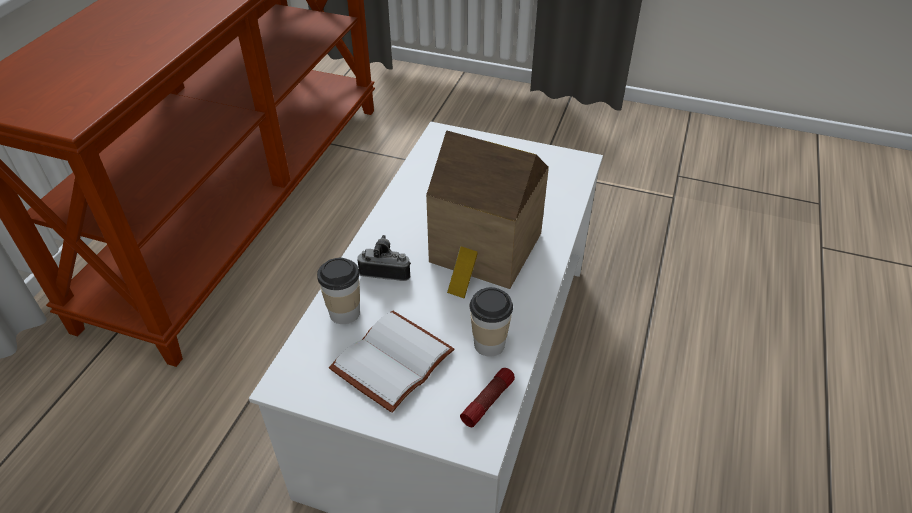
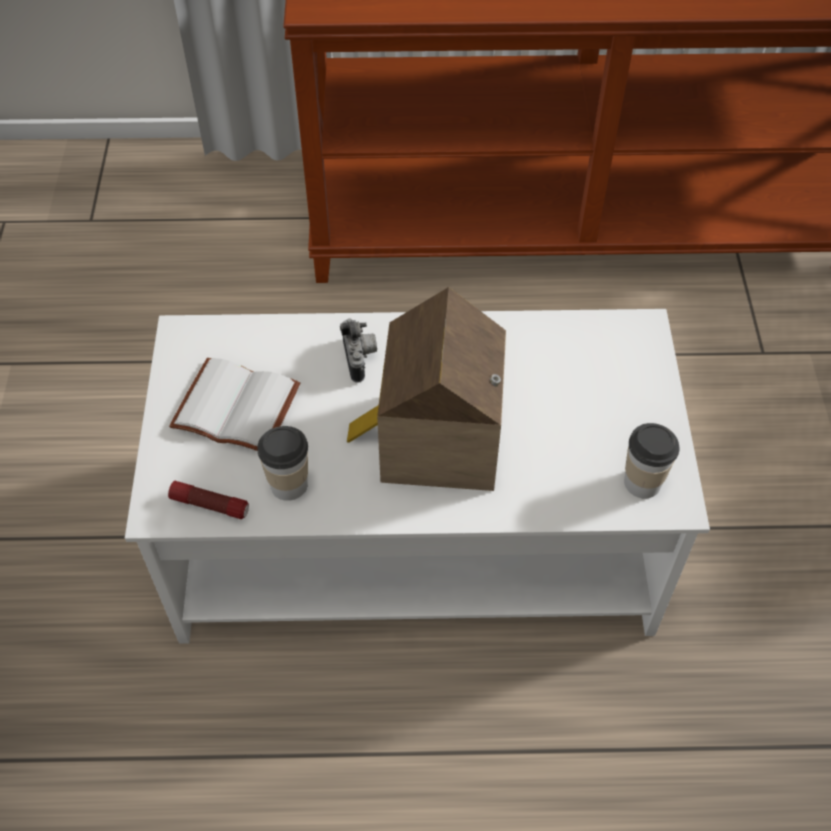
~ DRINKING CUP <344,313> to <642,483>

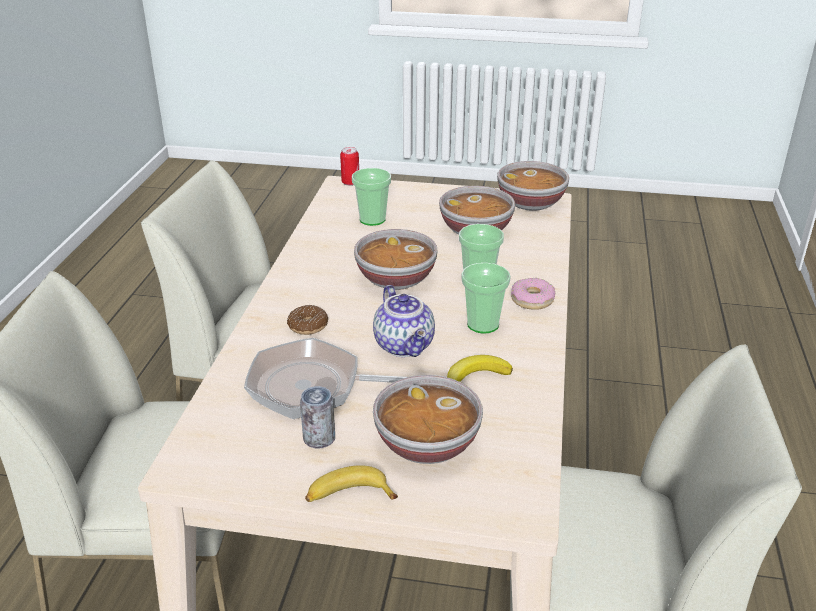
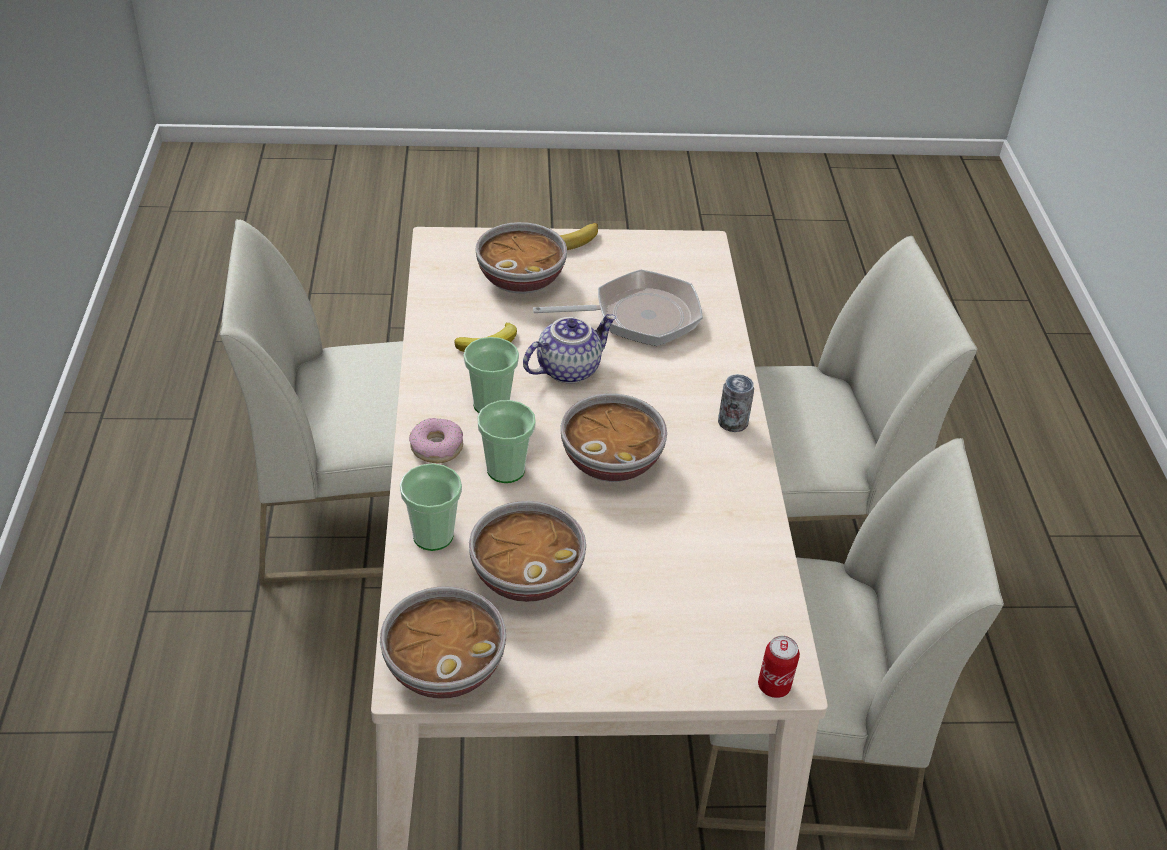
~ DRINKING CUP <372,219> to <433,536>
~ TEAPOT <405,345> = <568,368> 90 degrees clockwise
~ CAN <319,439> to <732,423>
- RING DOUGHNUT <308,326>

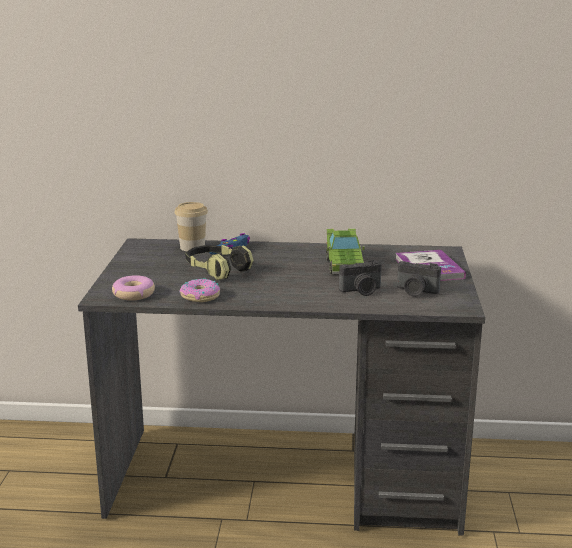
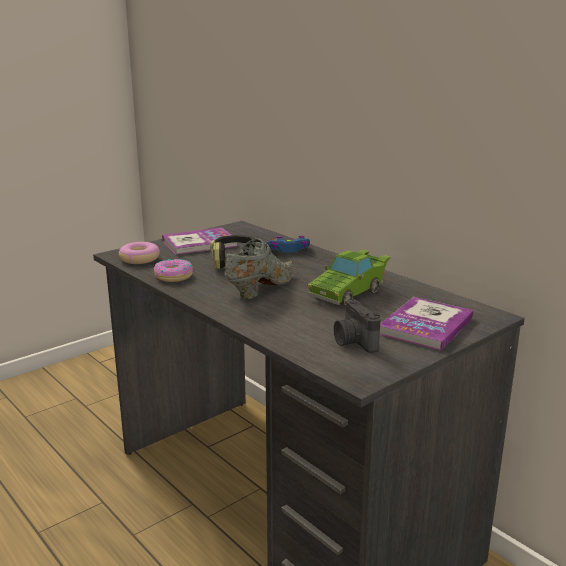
+ VOLUME <199,243>
+ GREYISH LOW SHOE <259,289>
- DRINKING CUP <192,247>
- STILL CAMERA <362,291>

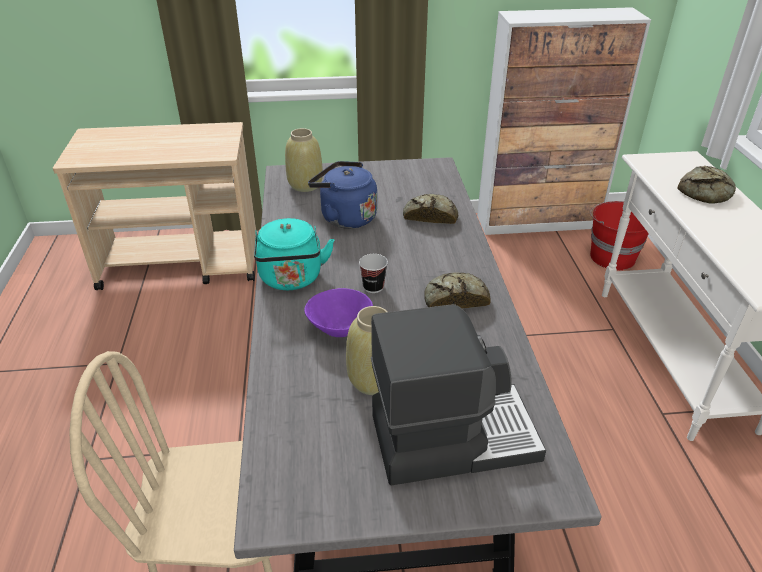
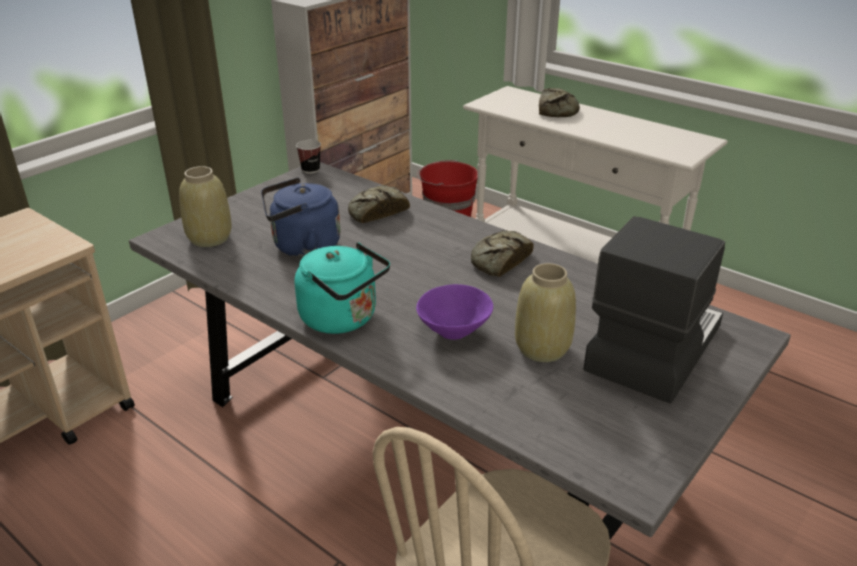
~ DRINKING CUP <373,287> to <310,170>

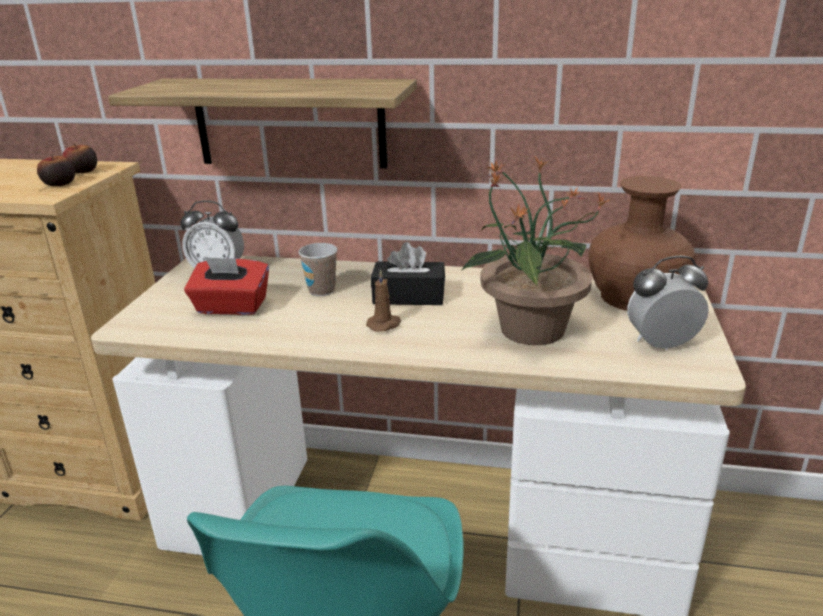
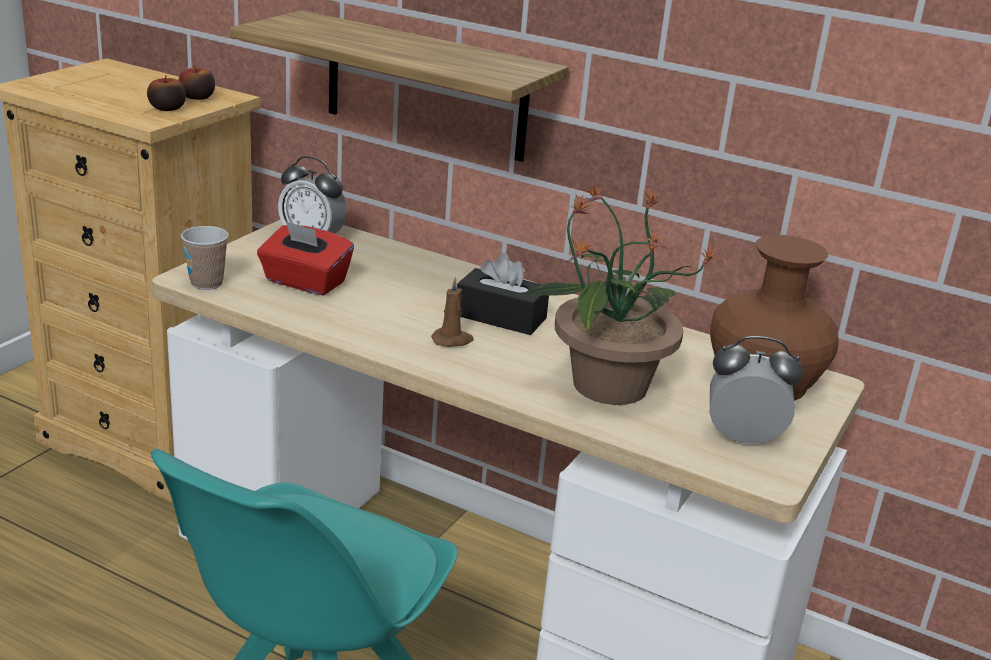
~ DRINKING CUP <321,290> to <206,283>

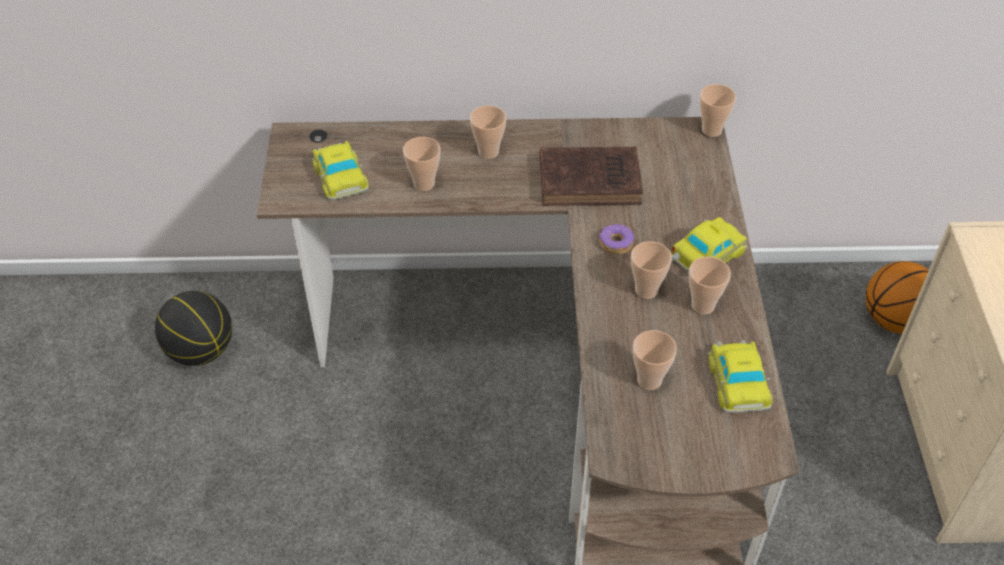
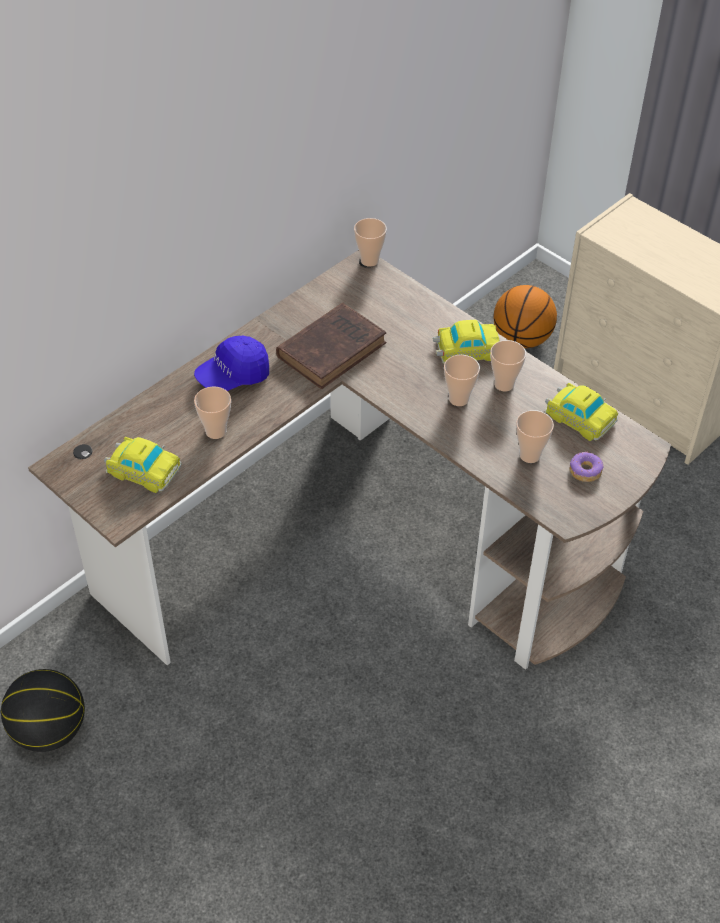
~ DRINKING CUP <488,152> to BLUE CAP <233,376>
~ TOY CAR <706,255> = <466,349> 75 degrees clockwise
~ RING DOUGHNUT <615,243> to <585,471>

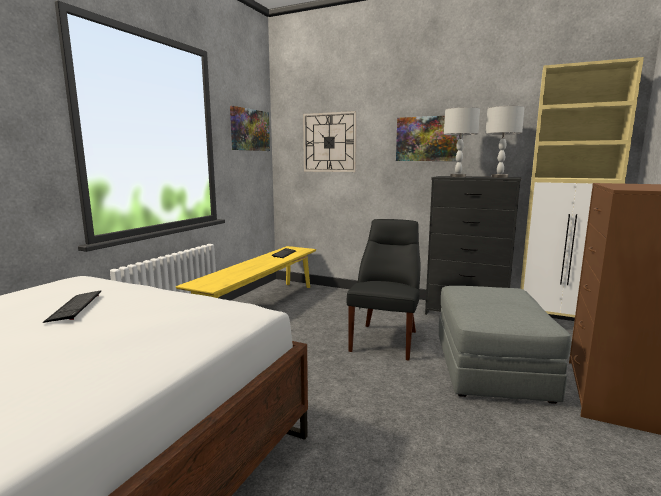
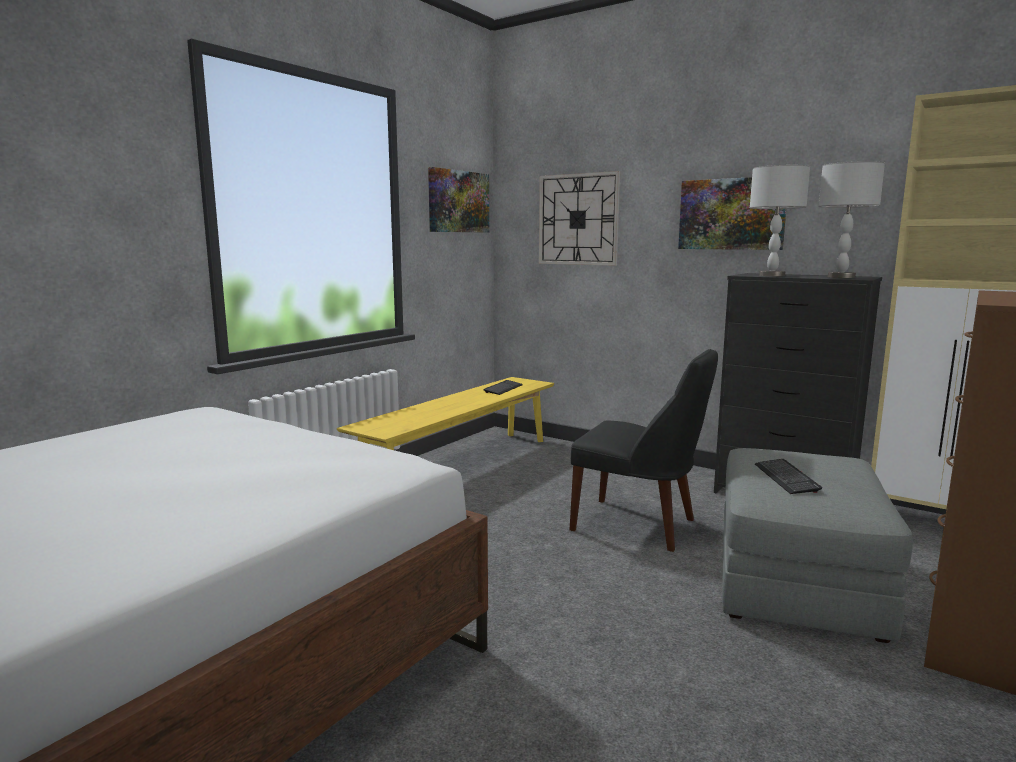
~ BLACK-COLOURED UPRIGHT CHAIR <385,339> = <639,526> 90 degrees clockwise
~ PC KEYBOARD <75,307> to <786,478>

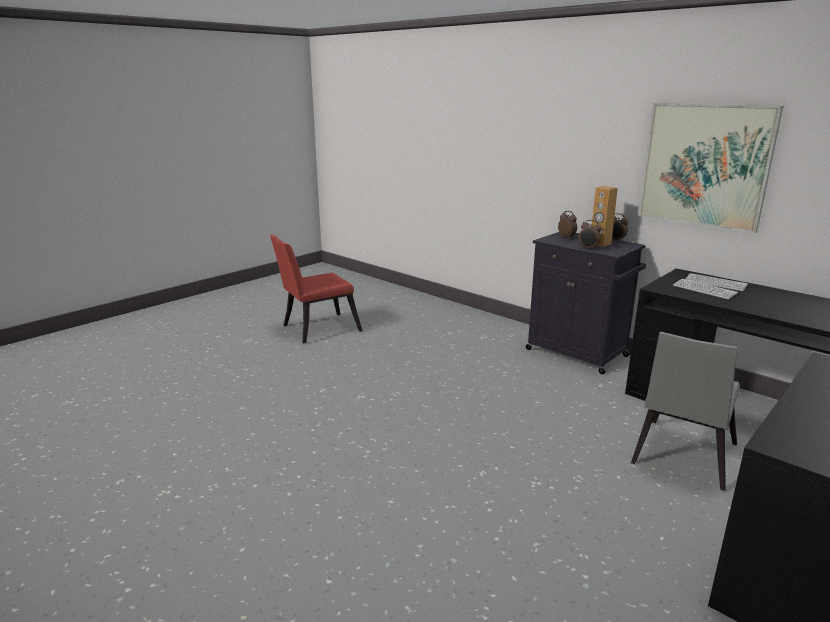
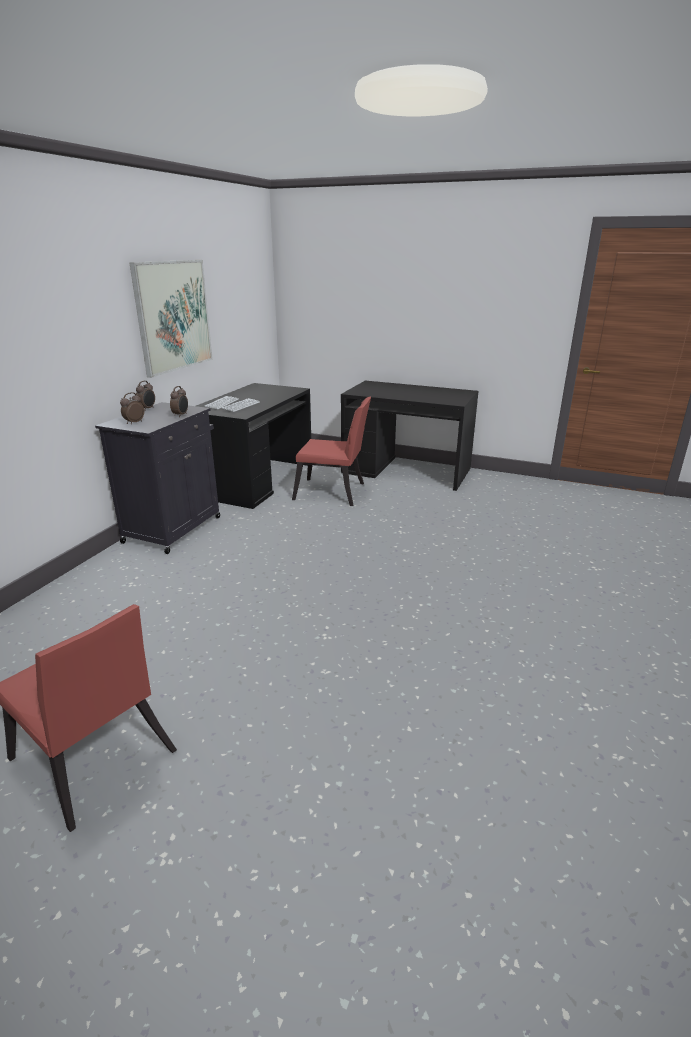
~ GREYISH UPRIGHT CHAIR <681,456> to REDDISH UPRIGHT CHAIR <333,493>
- BROWN-COLOURED AUDIO SPEAKER <600,244>

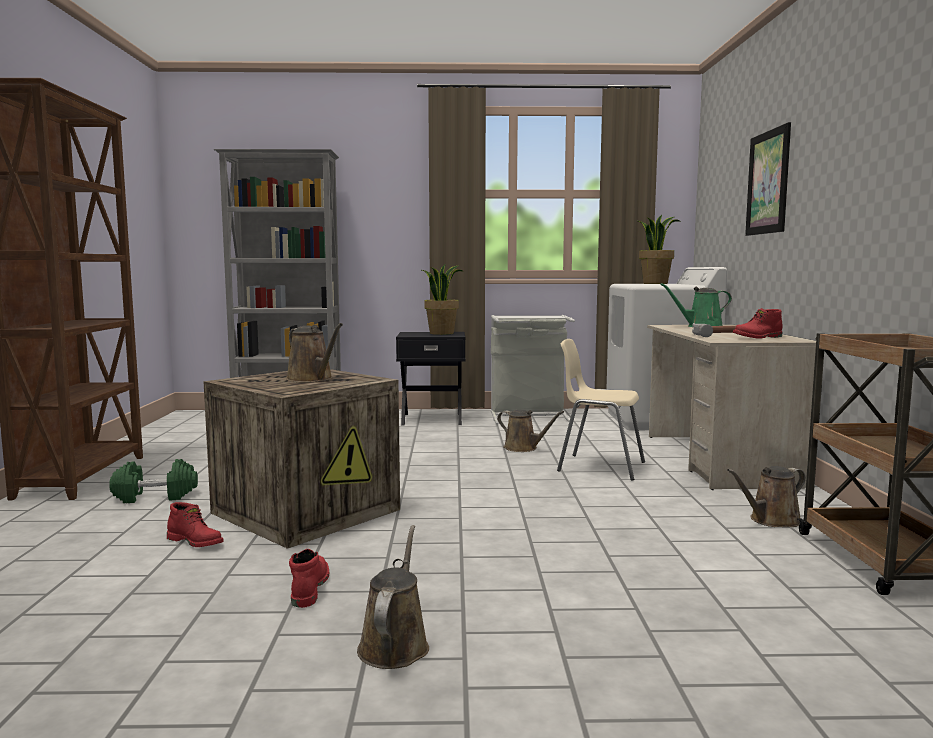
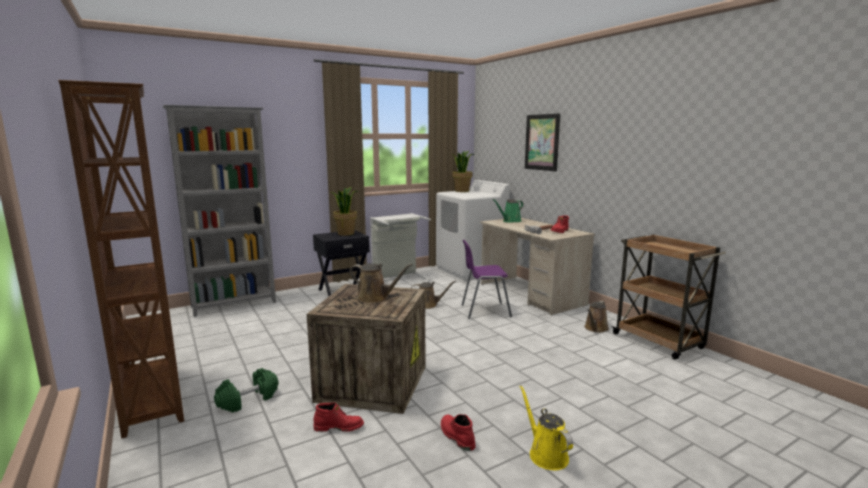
~ BEIGE-COLOURED UPRIGHT CHAIR <599,466> to PURPLE-COLOURED UPRIGHT CHAIR <484,310>
~ BROWN-COLOURED SPRINKLING CAN <395,644> to YELLOW SPRINKLING CAN <546,454>

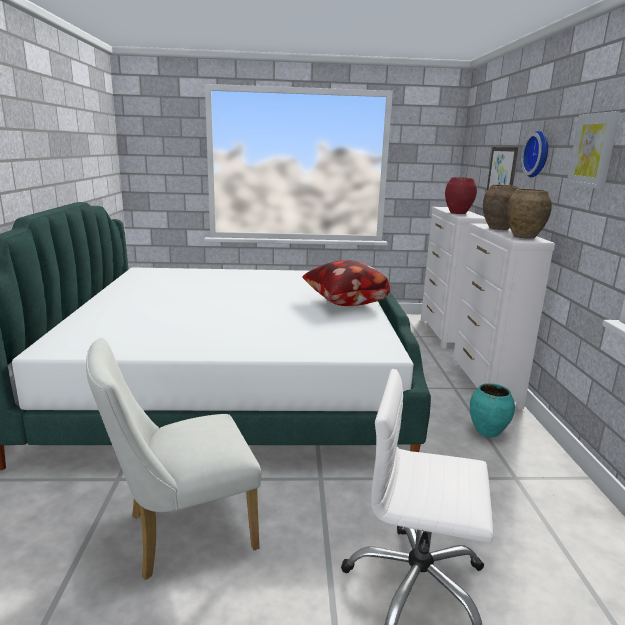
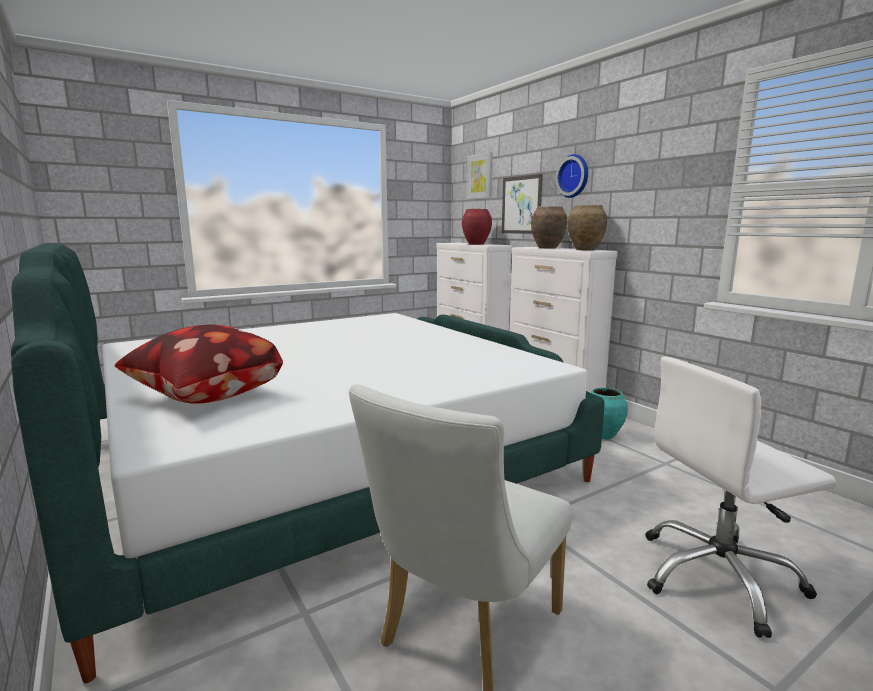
~ PILLOW <344,303> to <205,399>
~ WALL ART <593,150> to <480,176>

